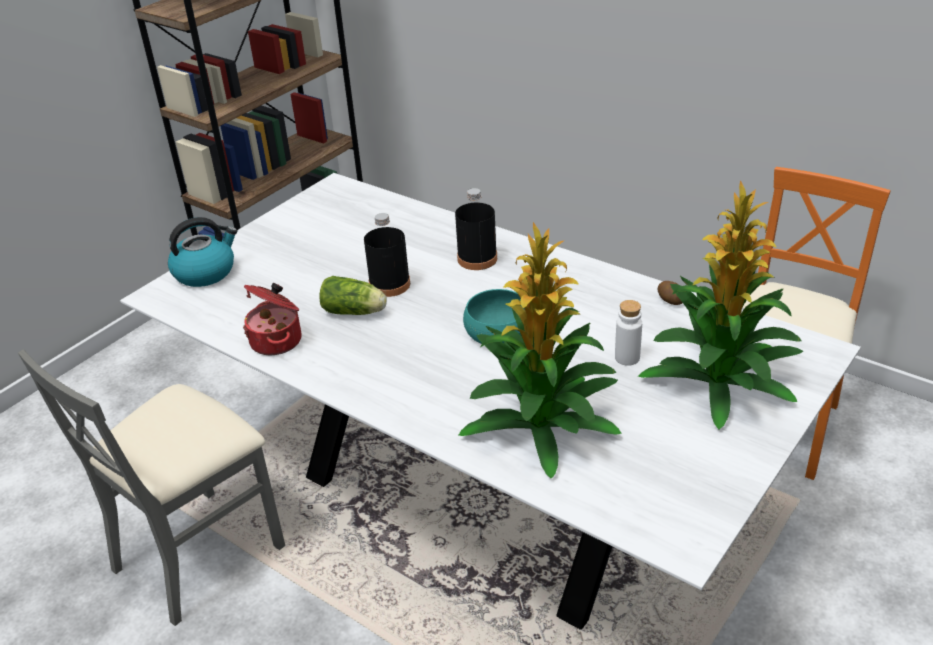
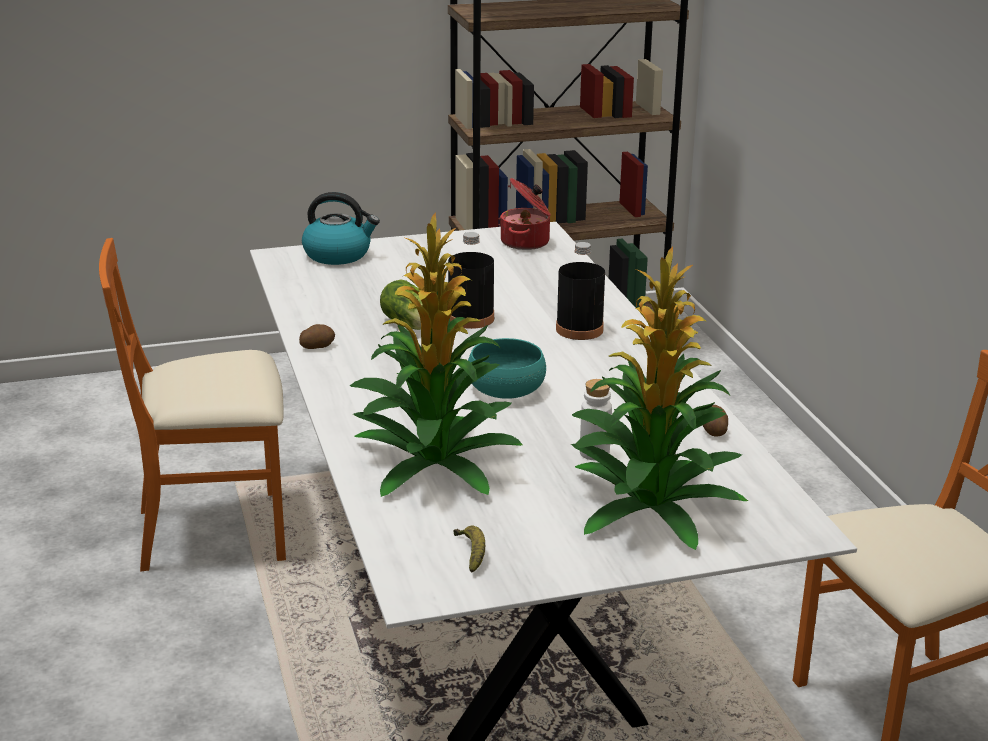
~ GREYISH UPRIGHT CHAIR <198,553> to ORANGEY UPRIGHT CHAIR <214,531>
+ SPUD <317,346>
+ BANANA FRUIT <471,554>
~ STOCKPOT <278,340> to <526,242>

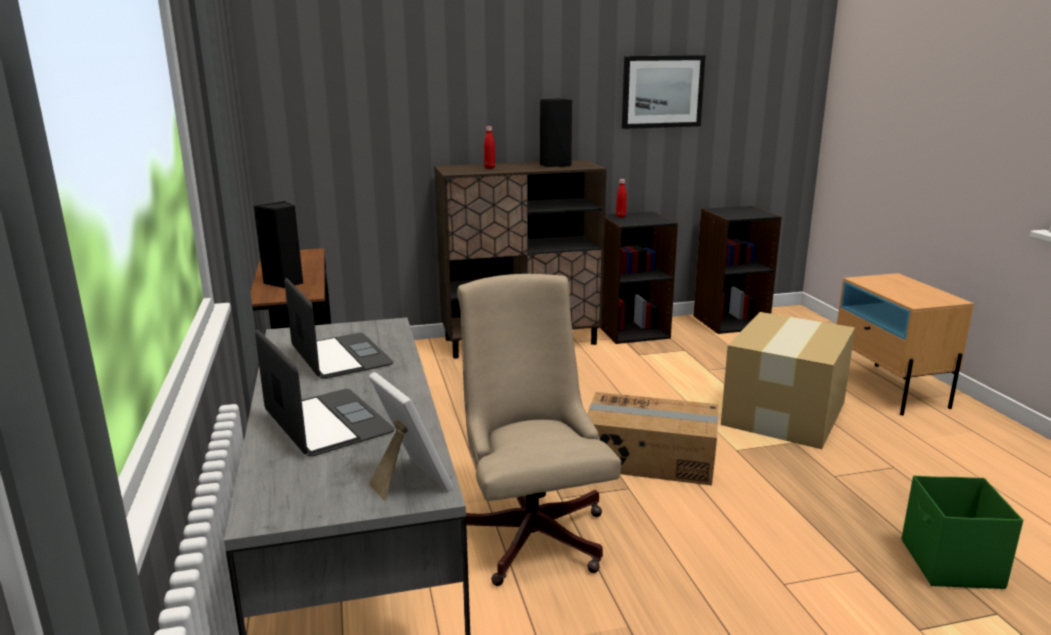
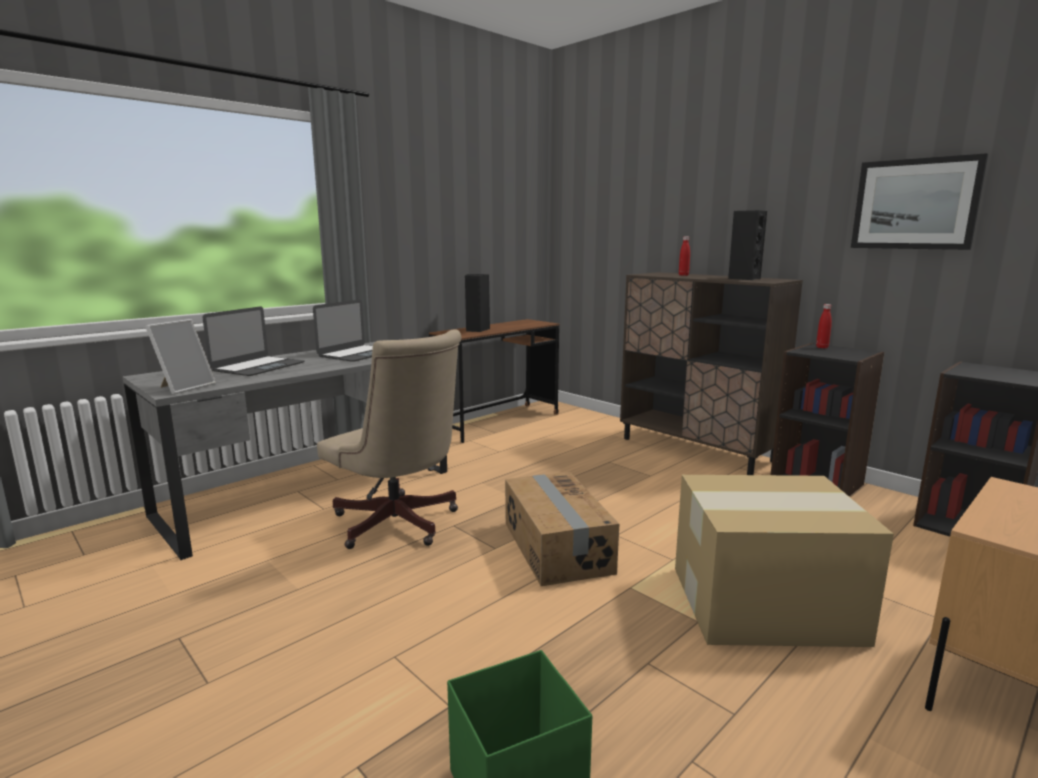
~ BEIGE-COLOURED COMPUTER CHAIR <531,530> = <399,526> 90 degrees clockwise

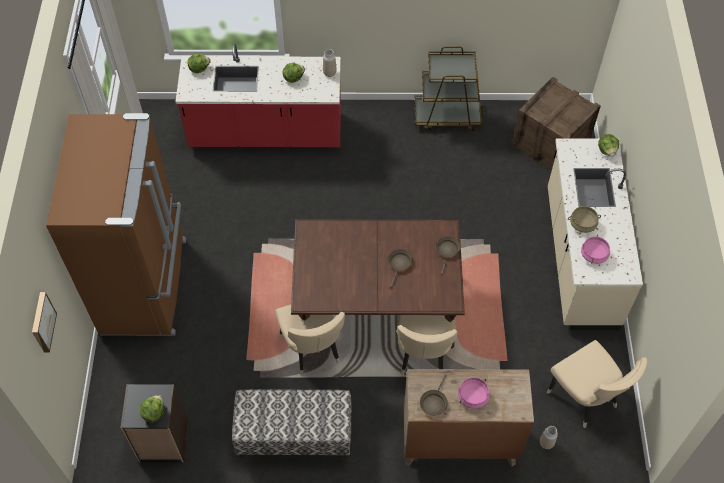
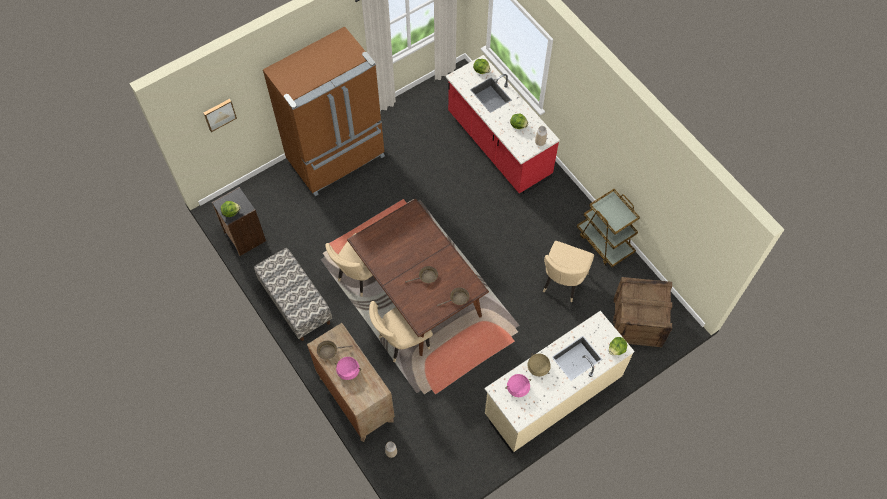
~ BEIGE-COLOURED UPRIGHT CHAIR <585,399> to <562,283>

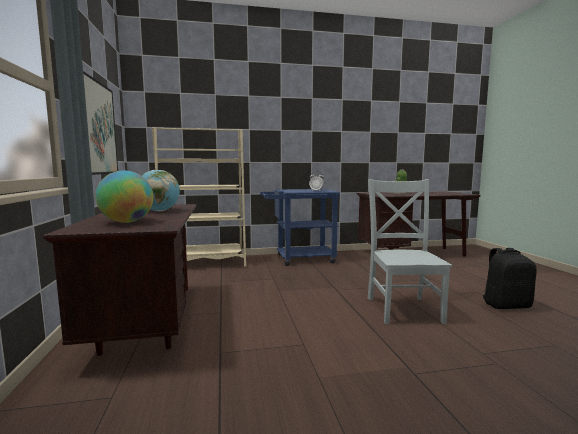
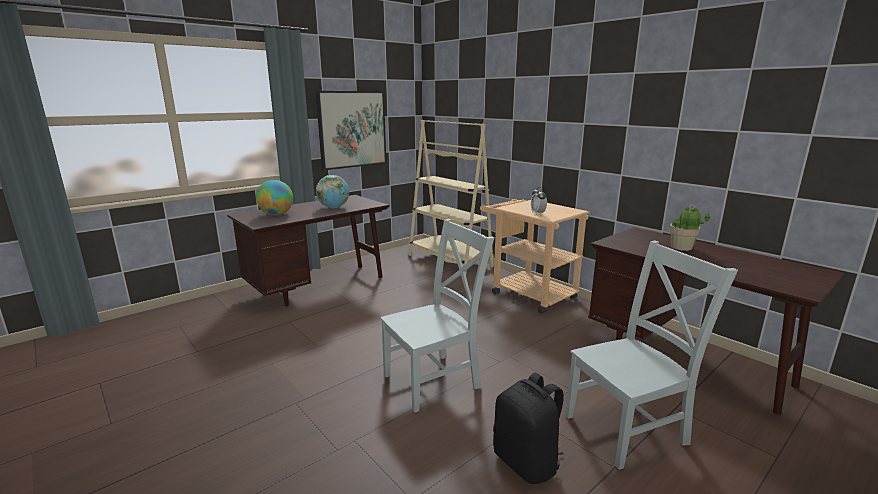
~ BLUE WHEELED CART <299,259> to BEIGE-COLOURED WHEELED CART <527,293>
+ GREYISH UPRIGHT CHAIR <629,428>

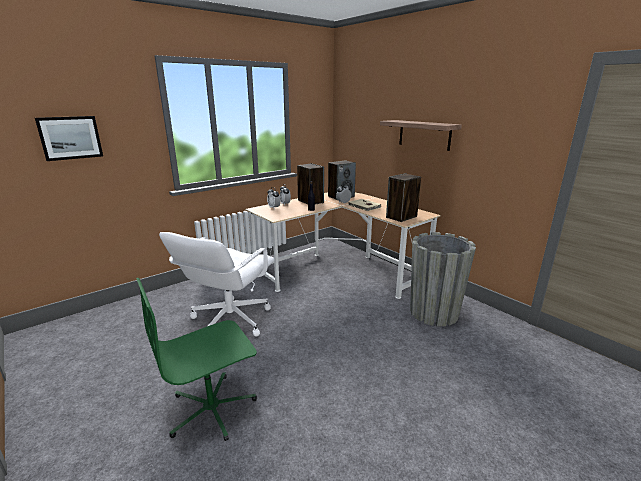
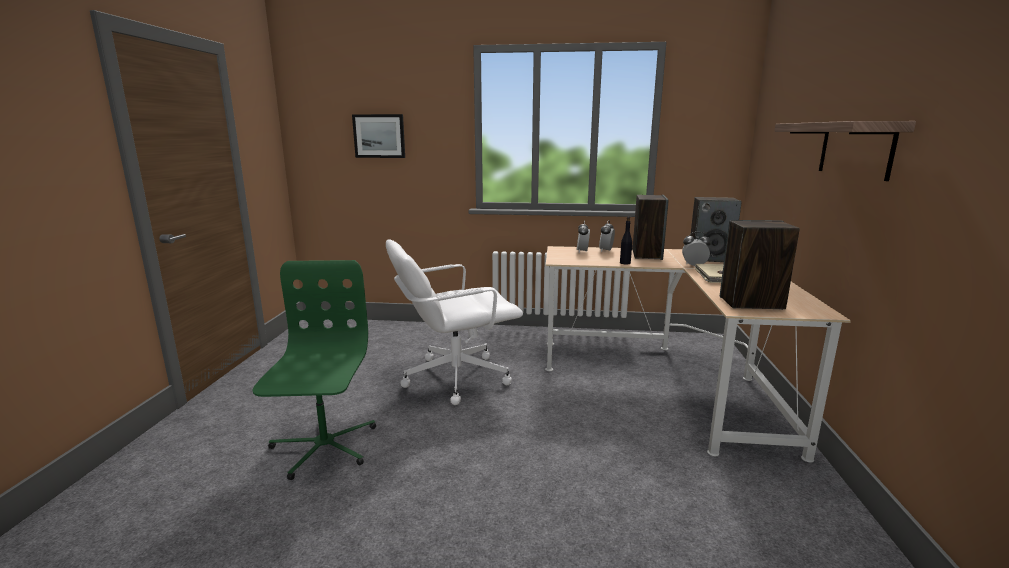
~ GREEN-COLOURED COMPUTER CHAIR <212,408> = <323,446> 75 degrees clockwise
- GREYISH PLANTER <434,312>

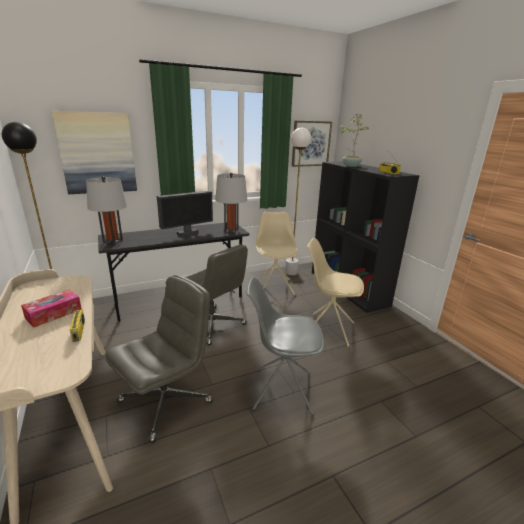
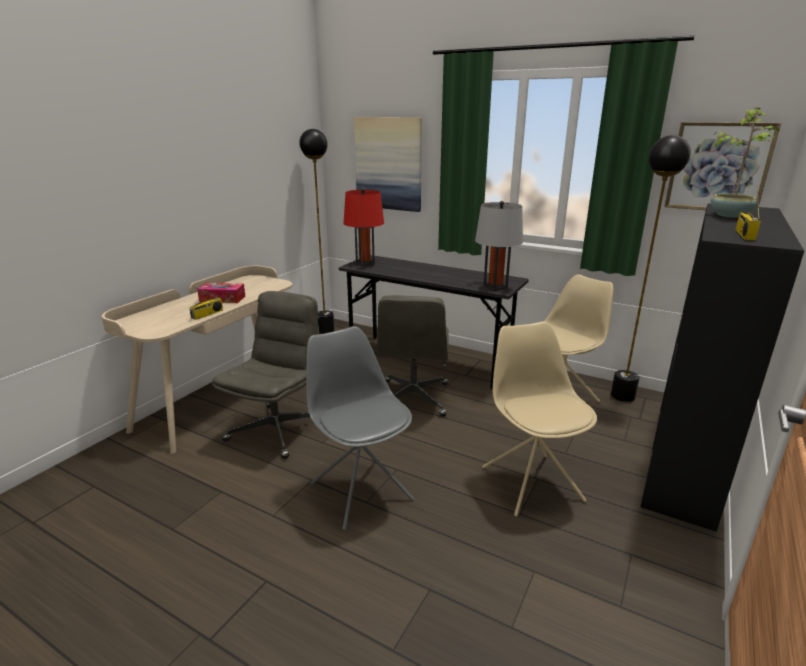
~ GREYISH COMPUTER CHAIR <166,401> = <277,429> 75 degrees counterclockwise
~ GREYISH LAMP FOR A TABLE <113,241> to REDDISH LAMP FOR A TABLE <365,263>
~ WHITE STANDARD LAMP <291,272> to BLACK-COLOURED STANDARD LAMP <622,396>
- MONITOR <187,233>

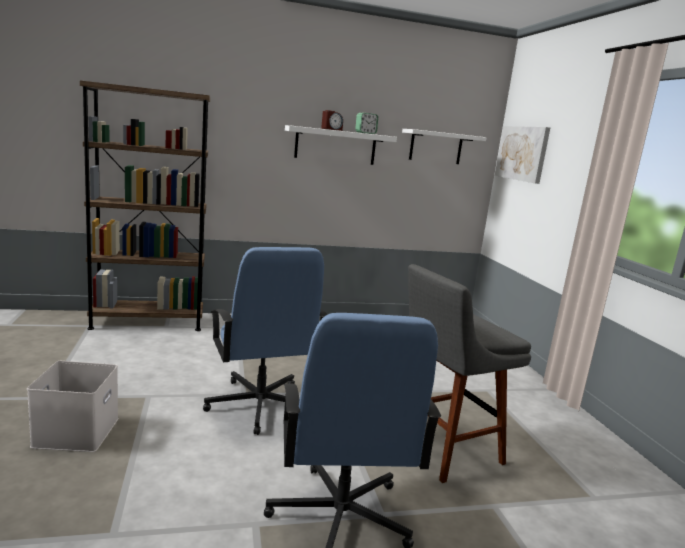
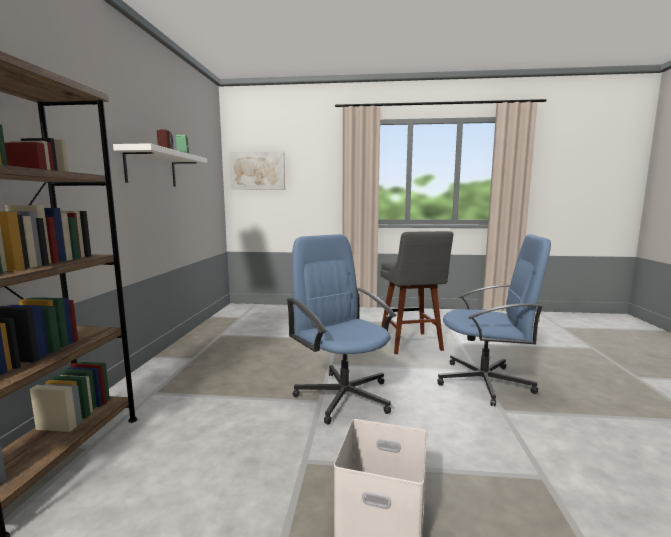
~ BLUE COMPUTER CHAIR <259,405> = <344,395> 120 degrees counterclockwise
- WHITE WALL SHELF <435,147>

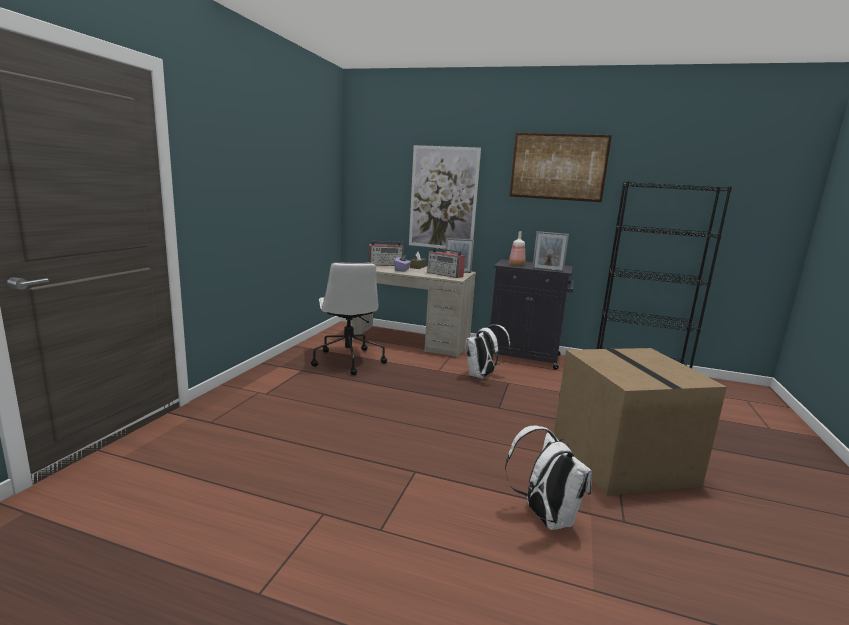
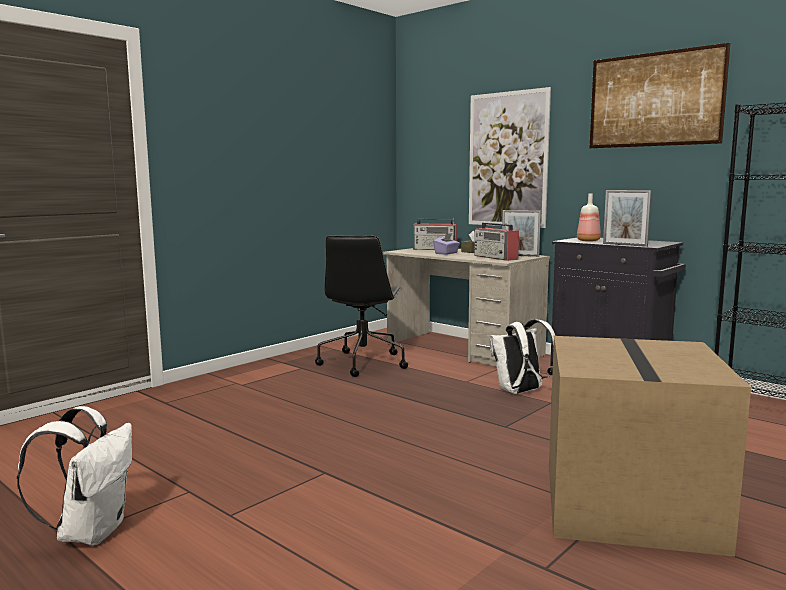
~ WHITE RUCKSACK <544,517> to <91,531>
~ WHITE COMPUTER CHAIR <348,360> to BLACK-COLOURED COMPUTER CHAIR <363,363>

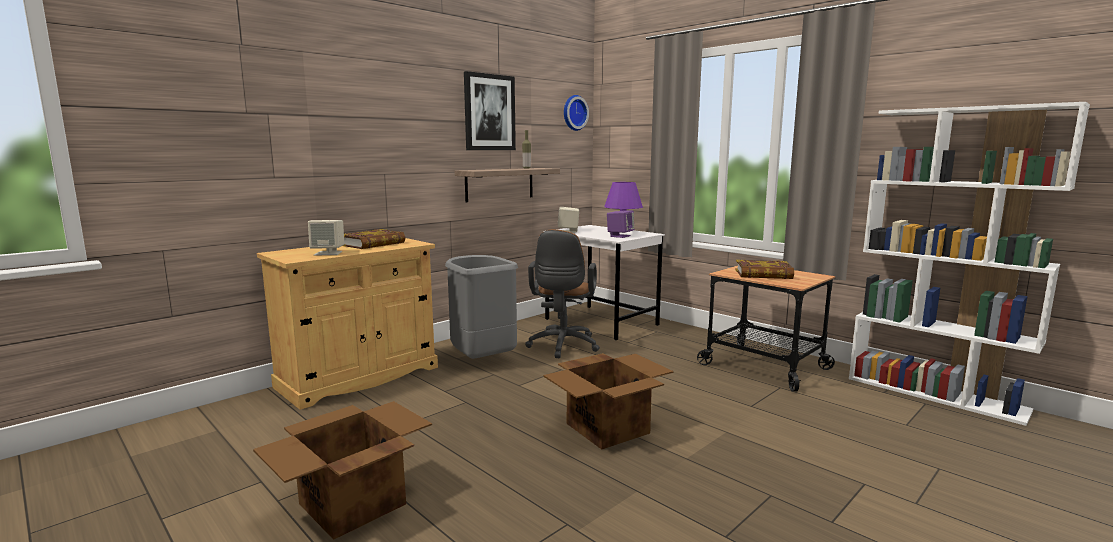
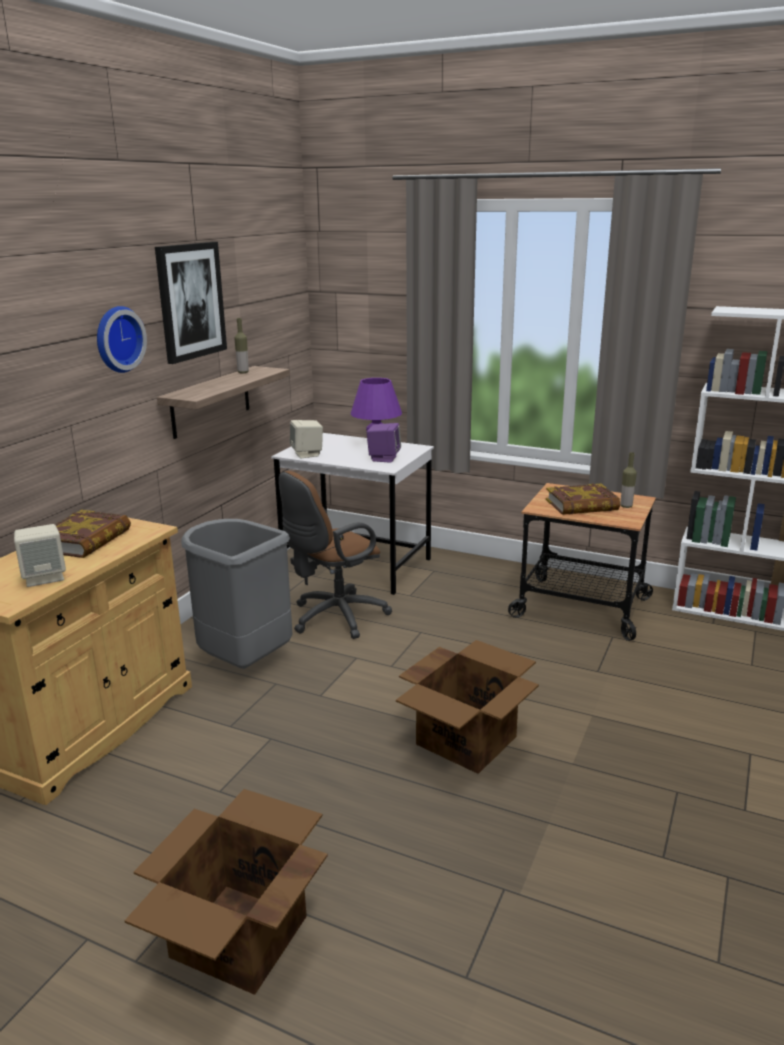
~ CLOCK ON THE WALL <573,113> to <117,339>
~ BROWN-COLOURED COMPUTER CHAIR <562,346> = <334,618> 60 degrees clockwise
+ BEVERAGE BOTTLE <626,506>

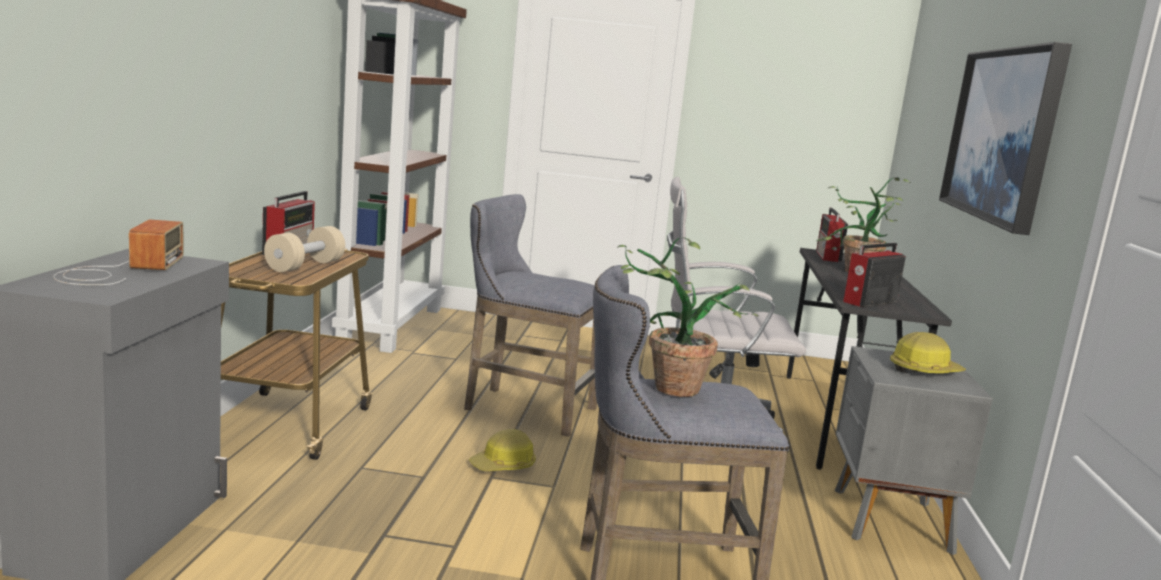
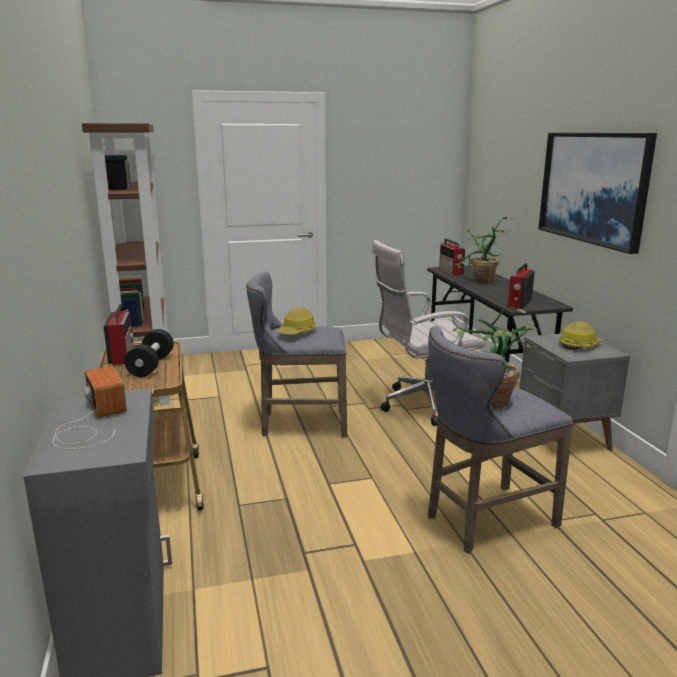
~ BEIGE-COLOURED DUMBBELL <305,266> to BLACK-COLOURED DUMBBELL <151,366>
~ HARD HAT <504,466> to <297,332>

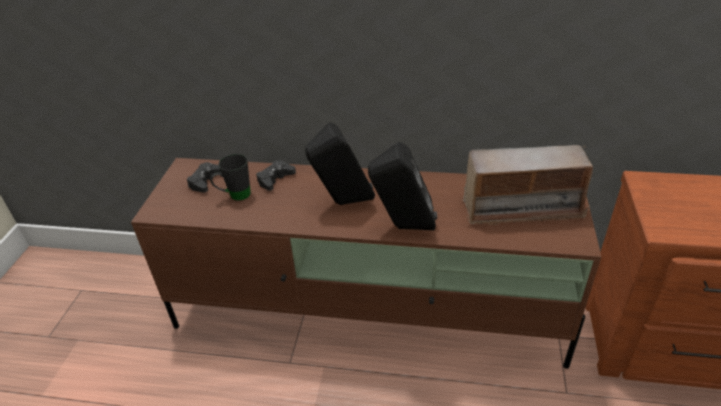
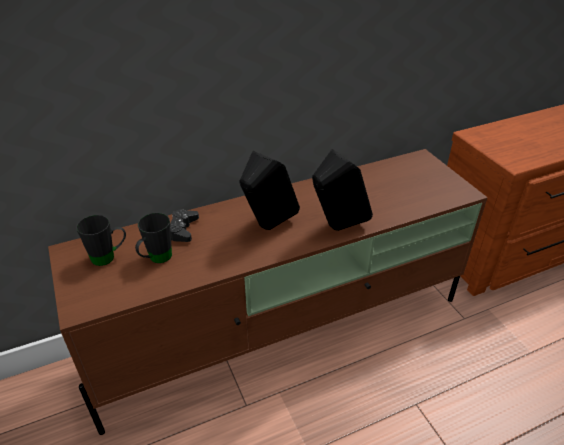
~ BLACK-COLOURED JOYPAD <205,181> to BLACK-COLOURED COFFEE MUG <109,257>
- RADIO SET <521,208>

